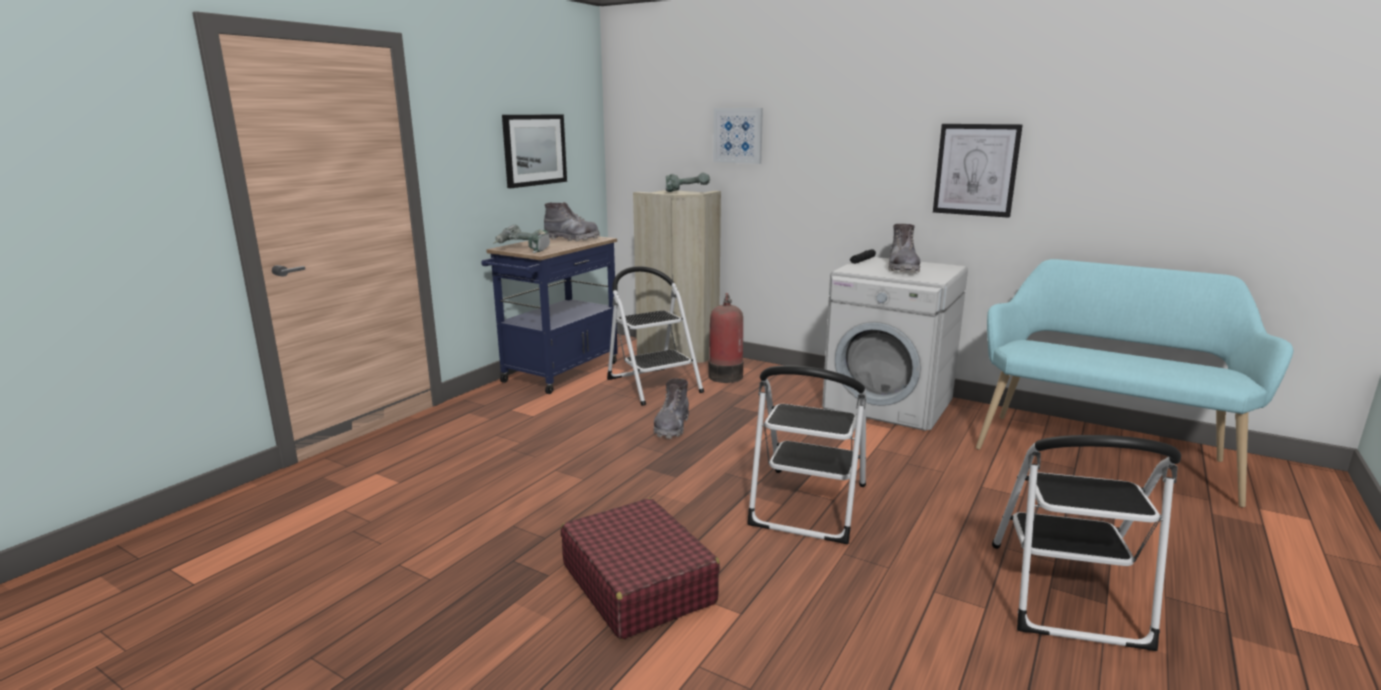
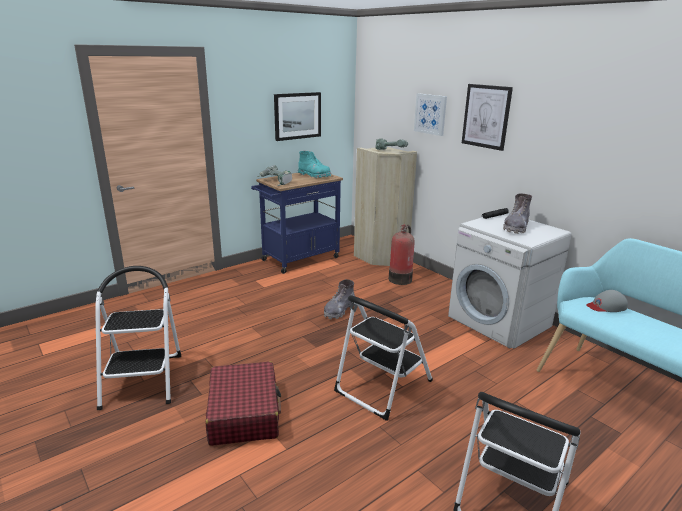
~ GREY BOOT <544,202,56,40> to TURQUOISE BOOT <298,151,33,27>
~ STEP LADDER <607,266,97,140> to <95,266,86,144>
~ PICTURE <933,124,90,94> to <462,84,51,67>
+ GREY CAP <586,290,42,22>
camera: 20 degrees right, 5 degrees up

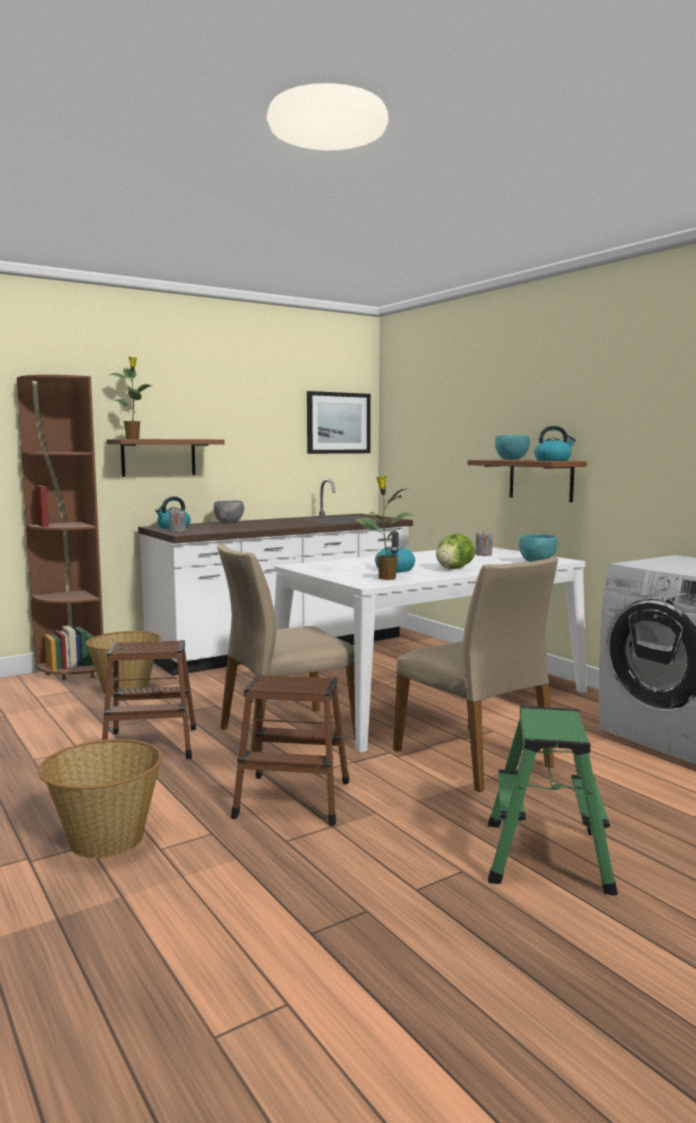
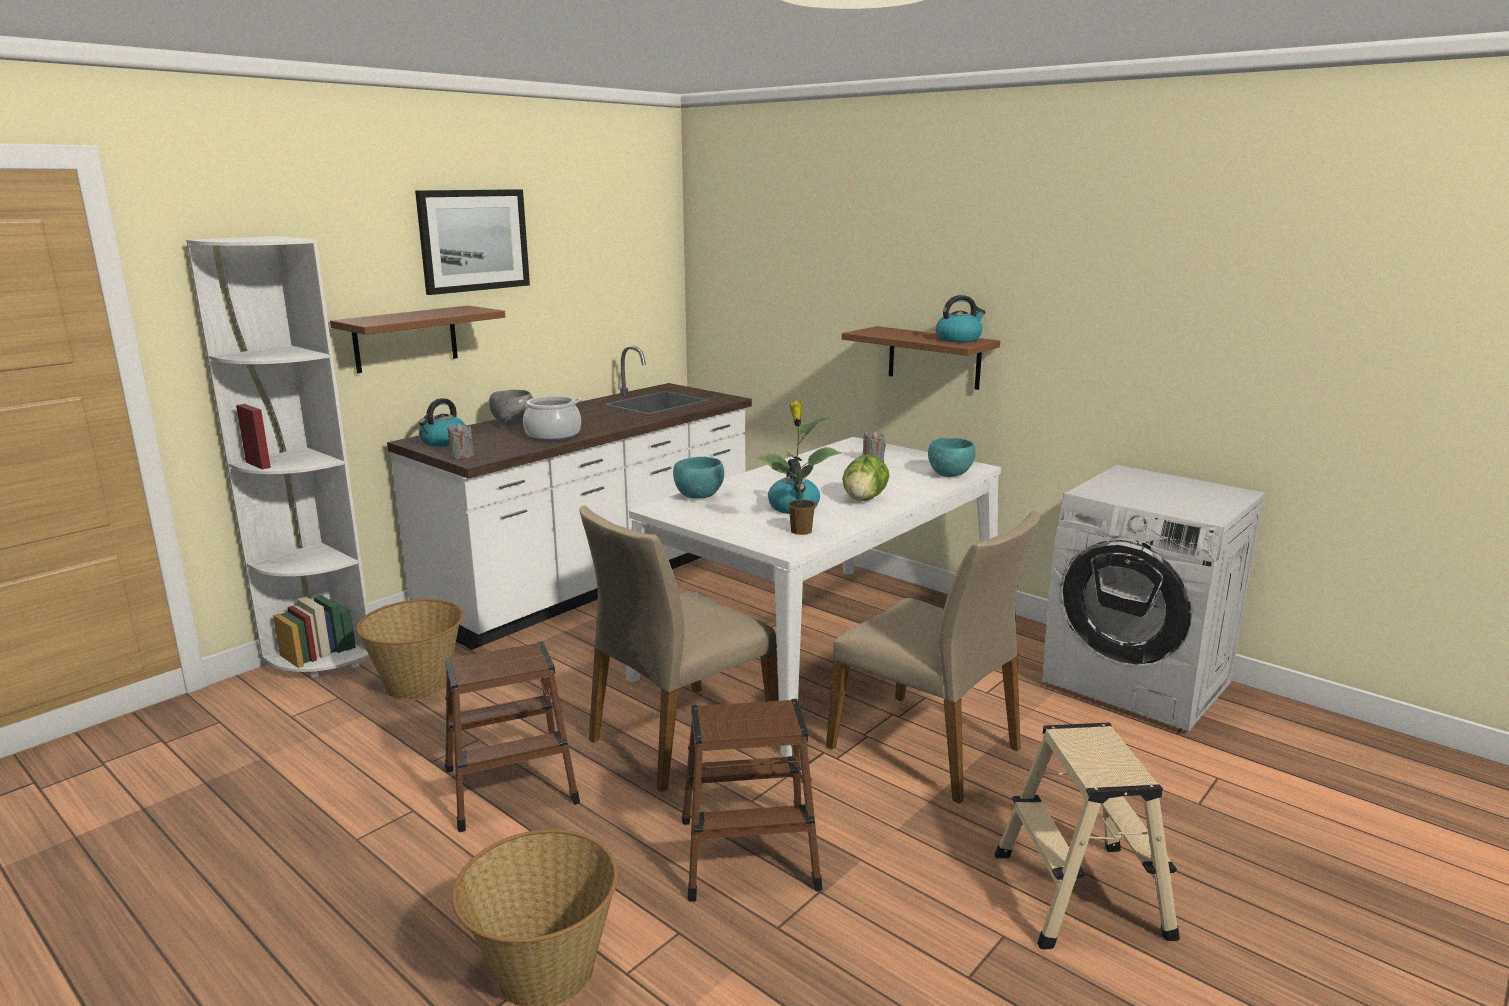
~ BROWN BOOKCASE <17,375,86,305> to WHITE BOOKCASE <186,236,184,441>
- POTTED PLANT <110,357,42,82>
~ PICTURE <307,391,64,63> to <415,189,115,106>
~ GREEN STEP LADDER <488,706,130,189> to BEIGE STEP LADDER <995,723,185,227>
~ TURQUOISE BOWL <495,435,35,25> to <673,457,51,42>
+ COOKING POT <519,396,64,45>
camera: 15 degrees left, 10 degrees up

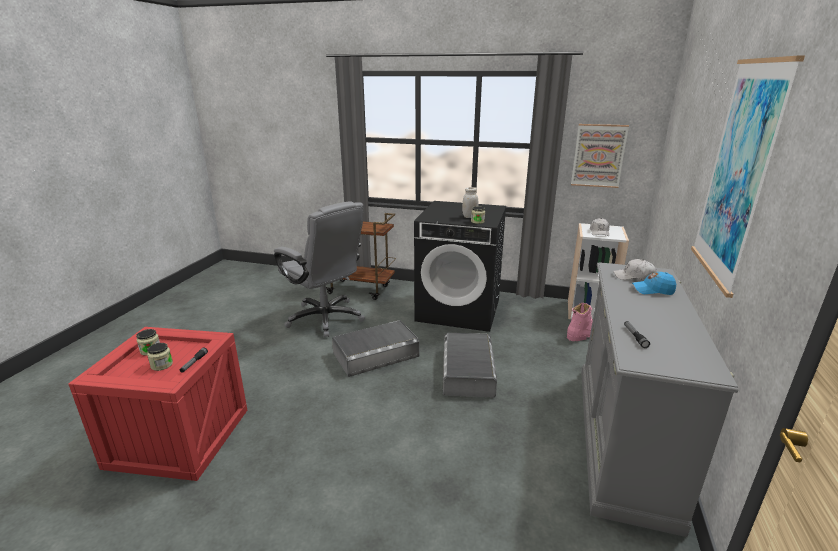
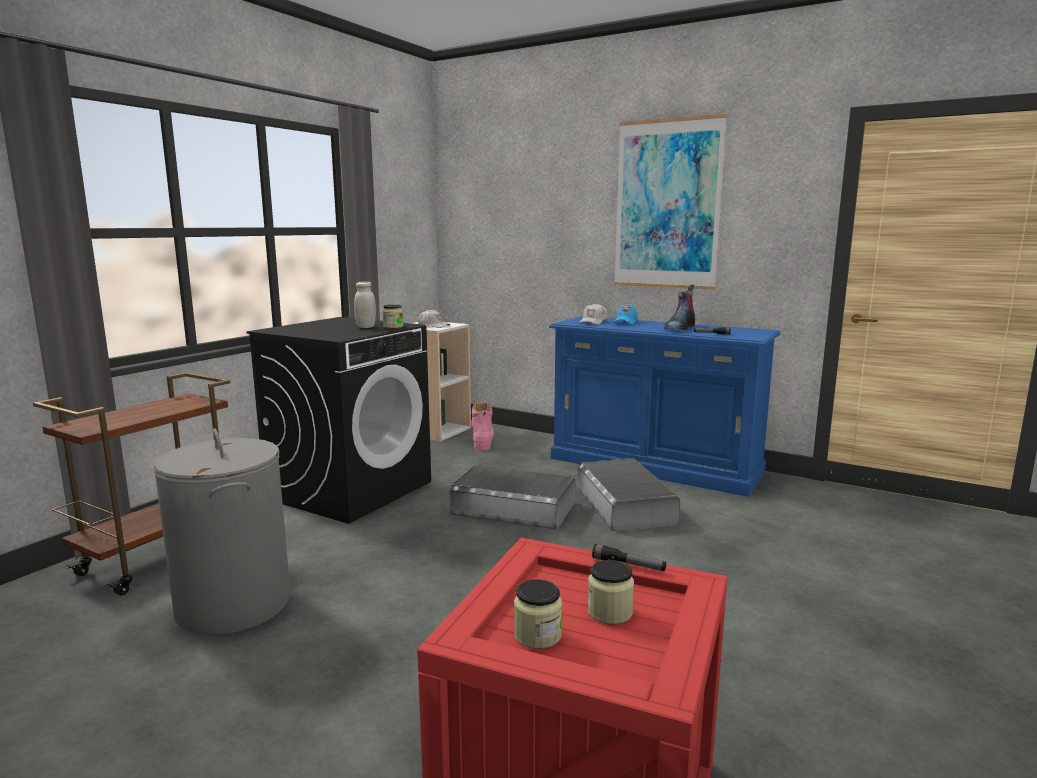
~ GREY OFFICE CHAIR <274,202,91,136> to GREY LAUNDRY BASKET <154,428,137,207>
~ GREY STORAGE BOX <332,320,87,57> to <578,458,102,73>
- PICTURE <571,124,58,64>
~ GREY CABINET <581,262,157,275> to BLUE CABINET <549,316,231,181>
+ BOOT <664,285,31,45>
camera: 75 degrees left, 10 degrees down

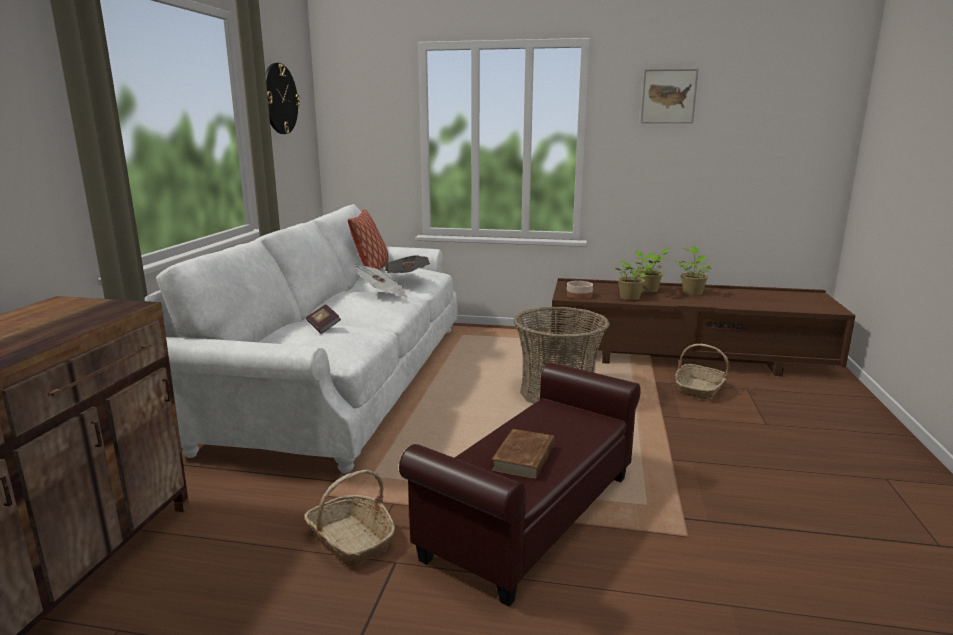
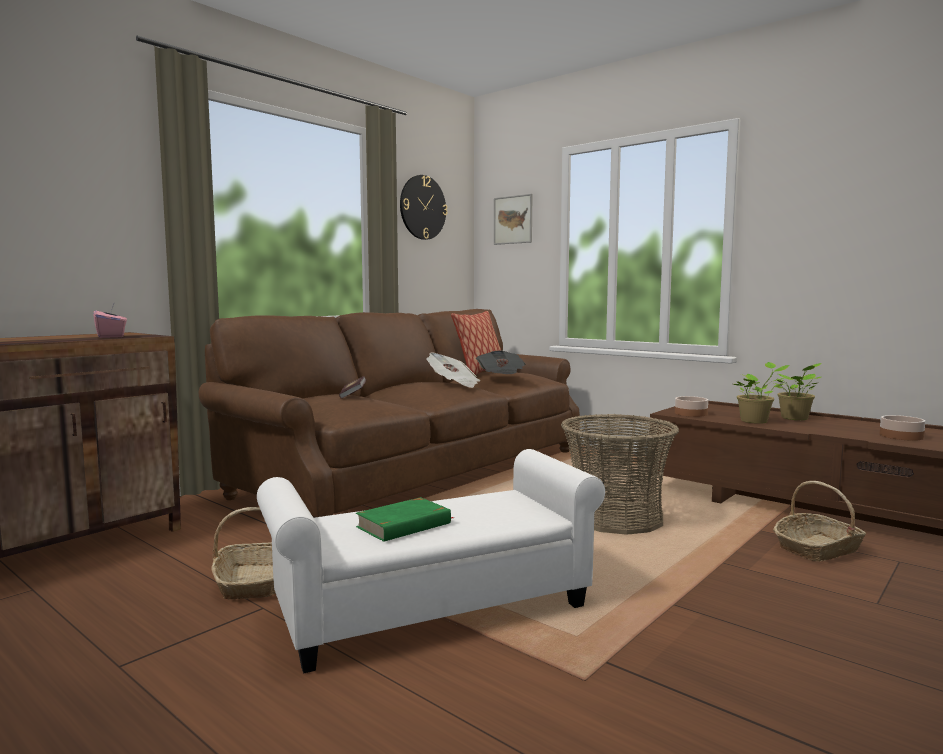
~ WHITE SOFA <145,204,313,269> to BROWN SOFA <199,309,381,209>
~ BROWN OTTOMAN <399,362,242,245> to WHITE OTTOMAN <257,449,348,224>
~ BROWN BOOK <491,429,64,51> to GREEN BOOK <356,497,97,45>
~ PICTURE <641,69,57,54> to <494,194,39,51>
- POTTED PLANT <676,246,37,50>
+ PINK TISSUE BOX <93,303,34,35>
+ BOWL <880,415,45,26>
camera: 30 degrees right, 10 degrees down

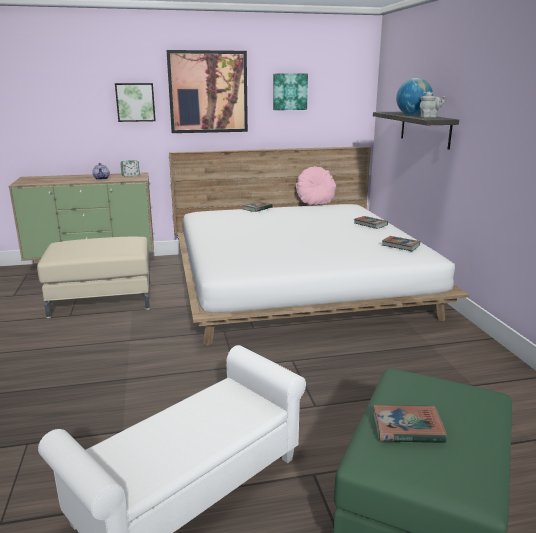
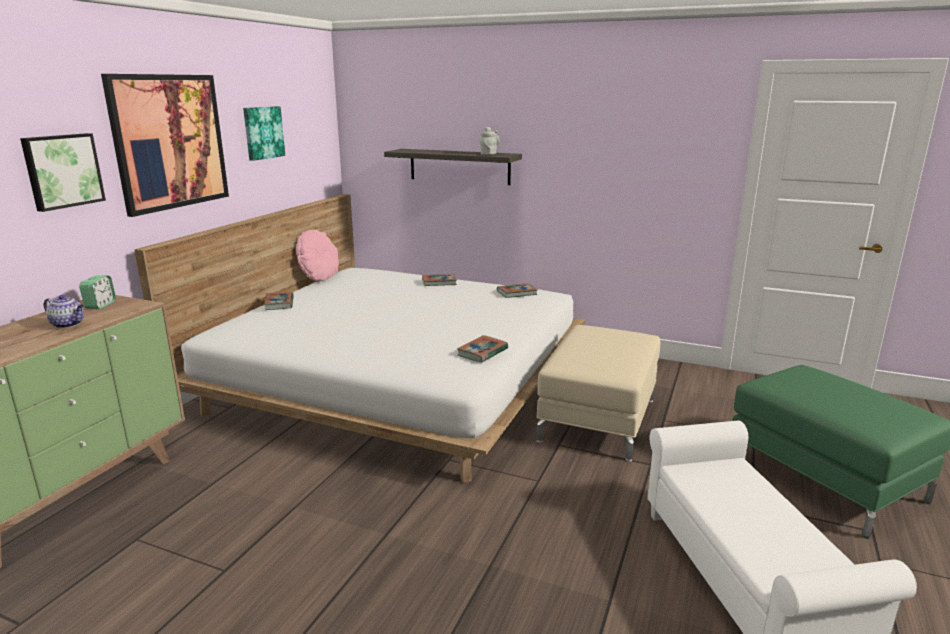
~ BEIGE OTTOMAN <37,237,113,81> to <537,325,124,137>
~ BOOK <373,405,74,38> to <457,335,51,28>
- GLOBE <396,78,37,38>
camera: 55 degrees left, 0 degrees up

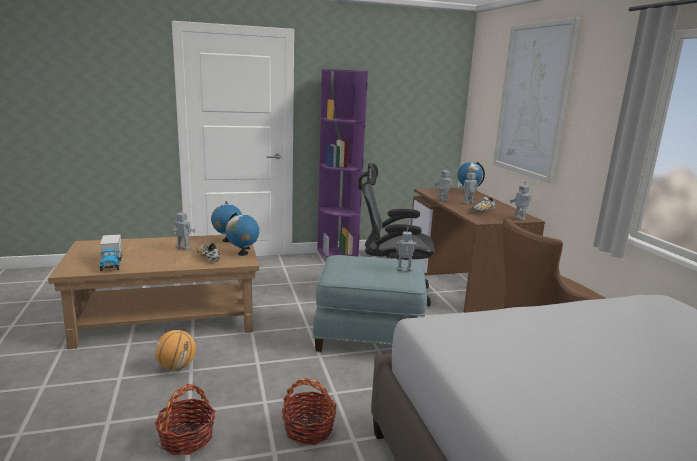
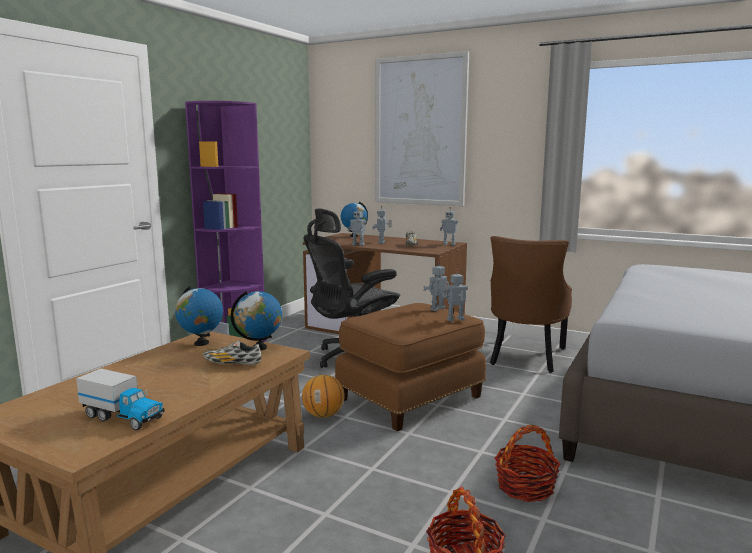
~ BASKETBALL <155,330,41,40> to <302,375,43,43>
~ TOY ROBOT <174,209,21,41> to <442,269,26,53>
~ BLUE OTTOMAN <312,255,115,97> to BROWN OTTOMAN <335,303,151,128>
camera: 45 degrees left, 5 degrees down

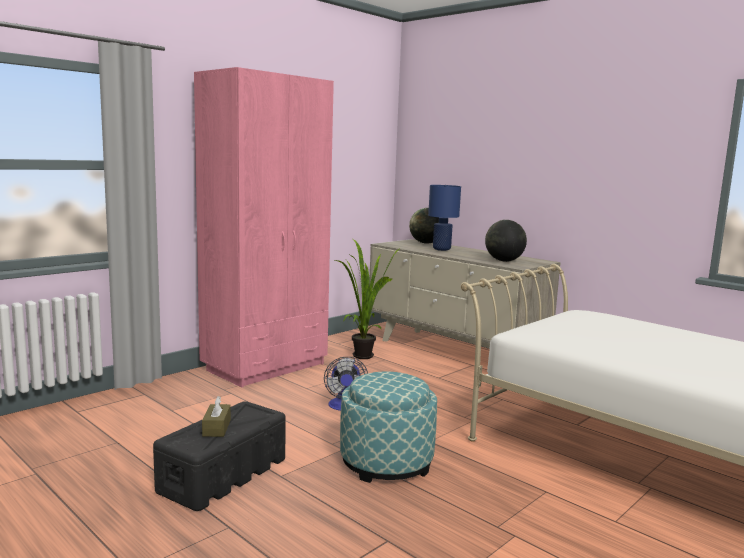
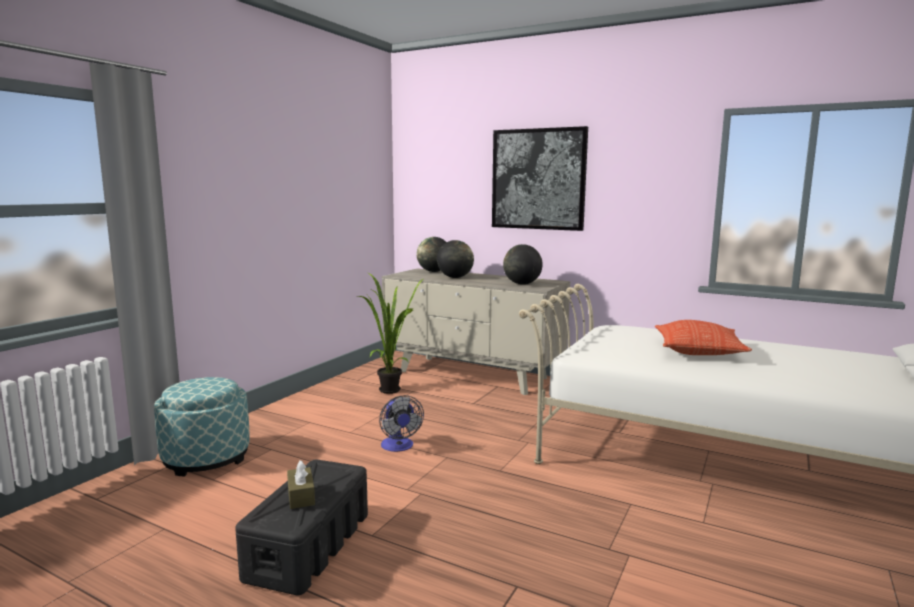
- PINK WARDROBE <194,67,140,320>
~ OTTOMAN <340,372,97,111> to <154,377,96,100>
~ BLUE TABLE LAMP <428,185,33,66> to GLOBE <437,240,37,38>
+ PICTURE <492,126,96,105>
+ ORANGE PILLOW <655,320,97,35>
camera: 15 degrees left, 0 degrees up

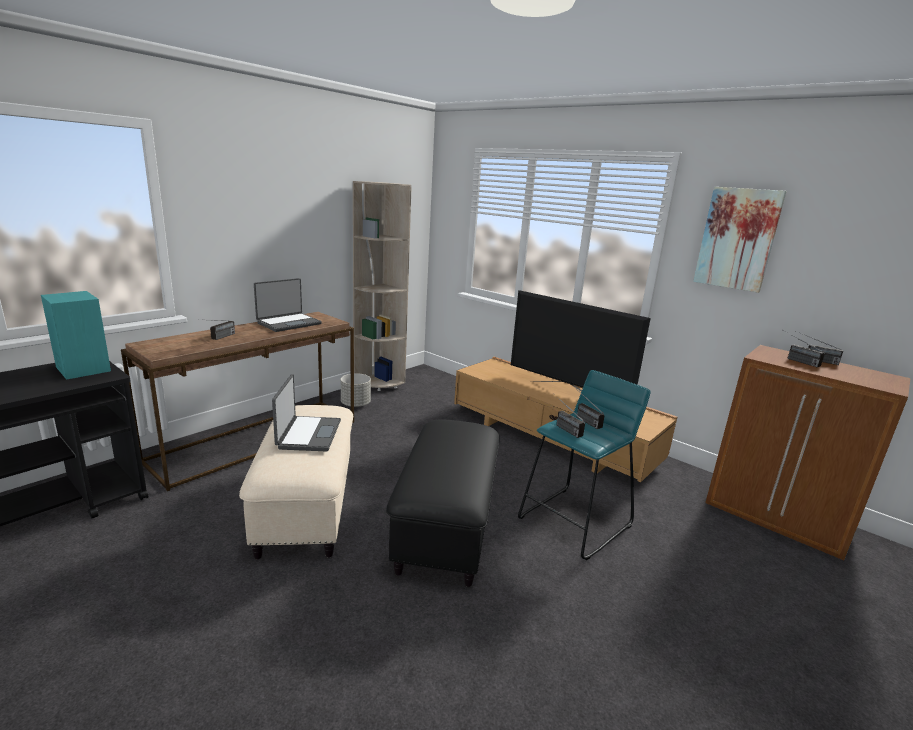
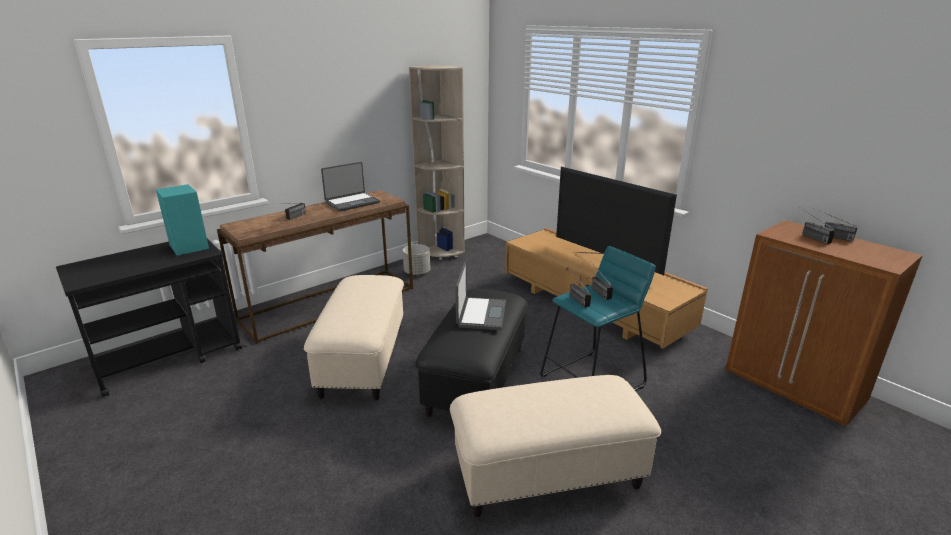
~ LAPTOP <272,374,69,77> to <455,261,51,69>
- PICTURE <693,187,93,106>
+ BEIGE OTTOMAN <450,375,211,142>
camera: 10 degrees right, 5 degrees up

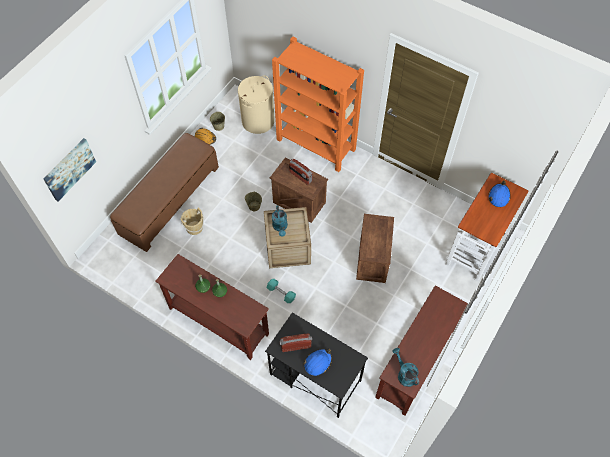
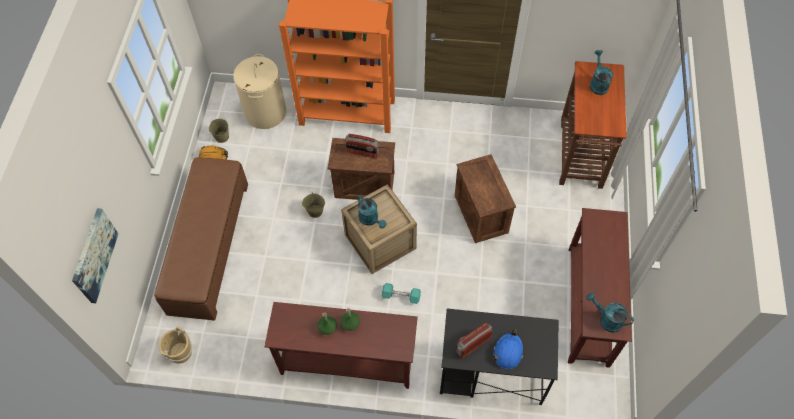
~ BEIGE BUCKET <180,208,24,27> to <159,326,33,38>
~ WHITE CART <445,173,83,109> to BROWN CART <559,61,68,128>
~ BLUE HARD HAT <488,180,23,27> to TURQUOISE WATERING CAN <590,50,24,45>
camera: 25 degrees left, 0 degrees up

